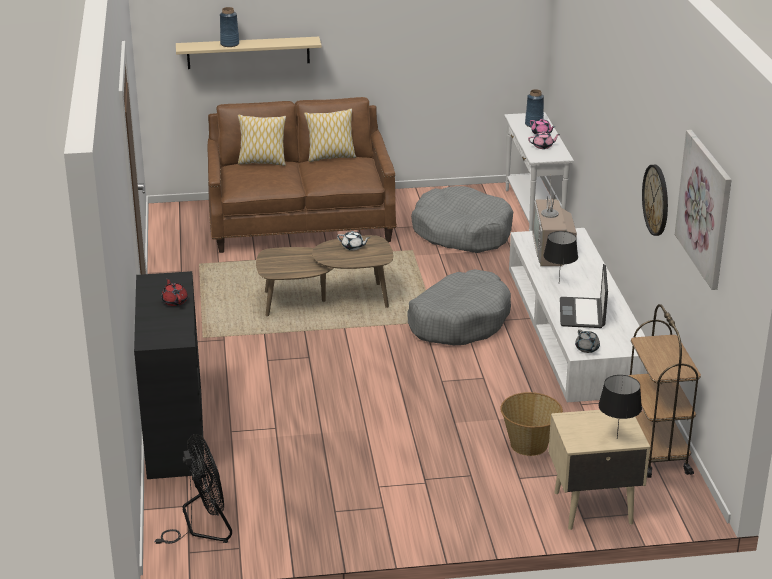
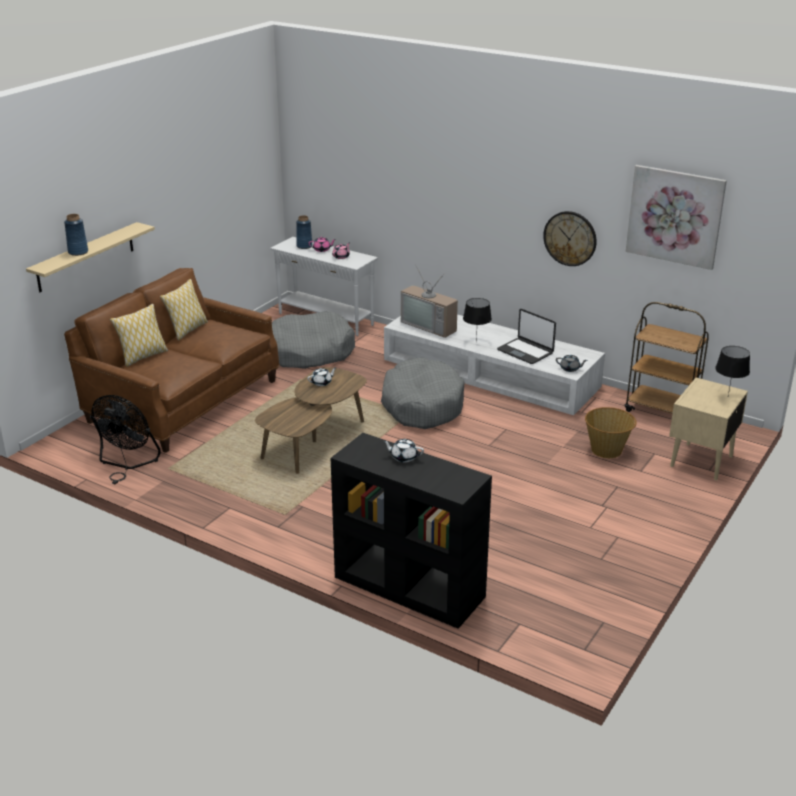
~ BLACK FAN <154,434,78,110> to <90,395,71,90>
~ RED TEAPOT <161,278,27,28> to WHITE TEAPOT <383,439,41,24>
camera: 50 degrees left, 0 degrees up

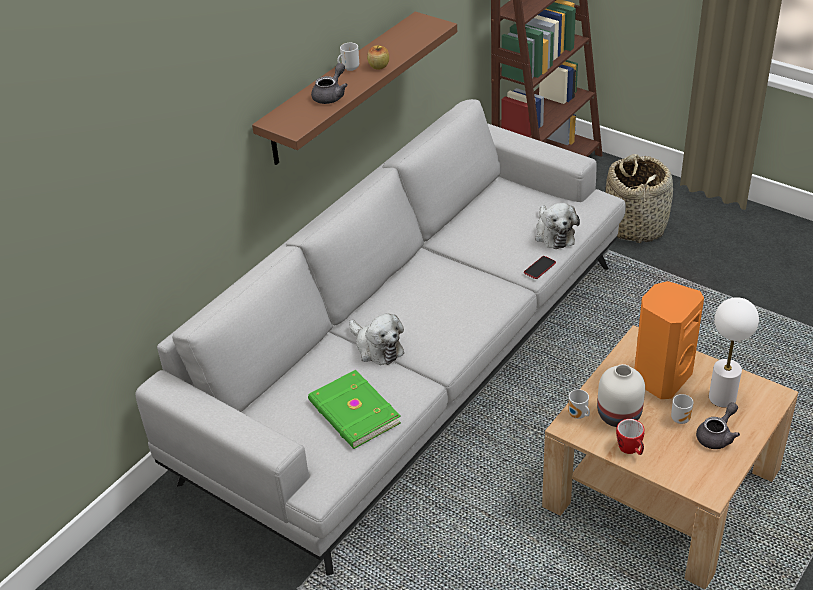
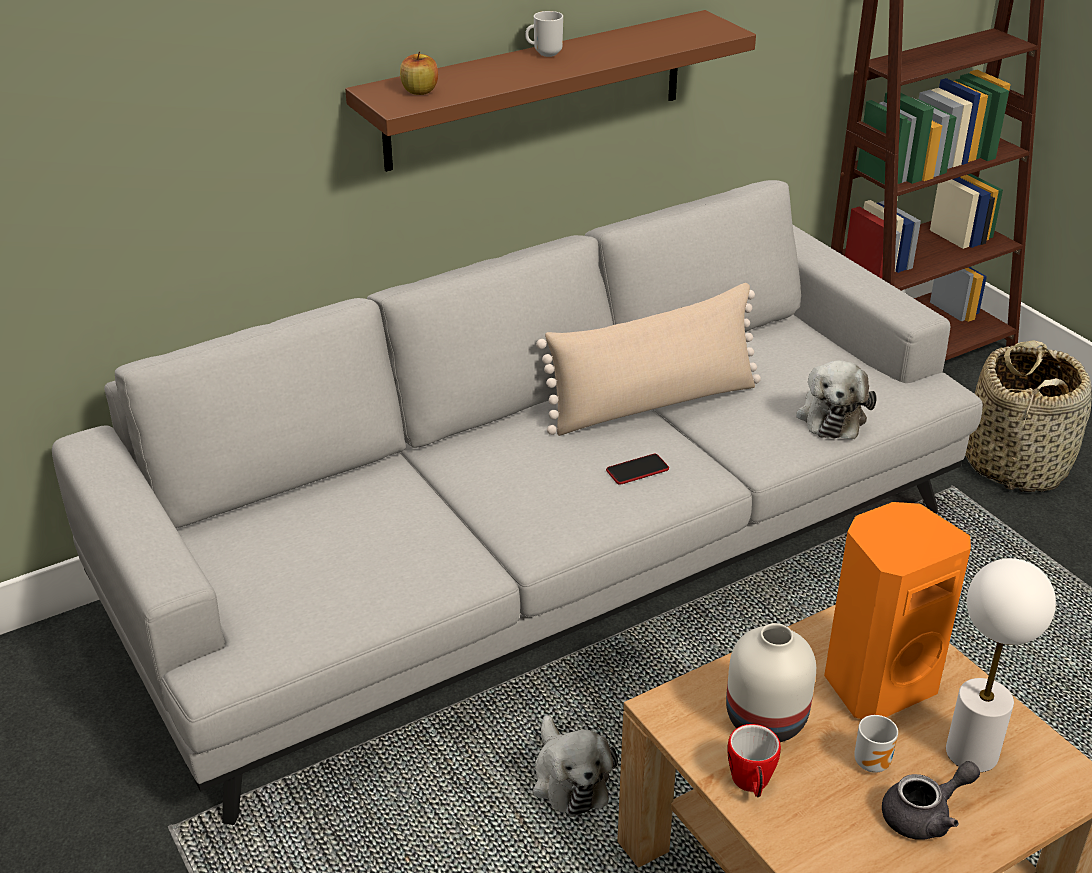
- GREEN BOOK <308,370,93,79>
- GREY TEAPOT <311,63,37,41>
~ PLUSH TOY <349,313,55,52> to <533,715,85,102>
~ APPLE <367,45,22,24> to <400,51,38,44>
~ PHONE <524,256,32,23> to <606,454,63,31>
- MUG <568,389,22,30>
+ BEIGE PILLOW <536,283,225,153>
camera: 20 degrees right, 5 degrees down

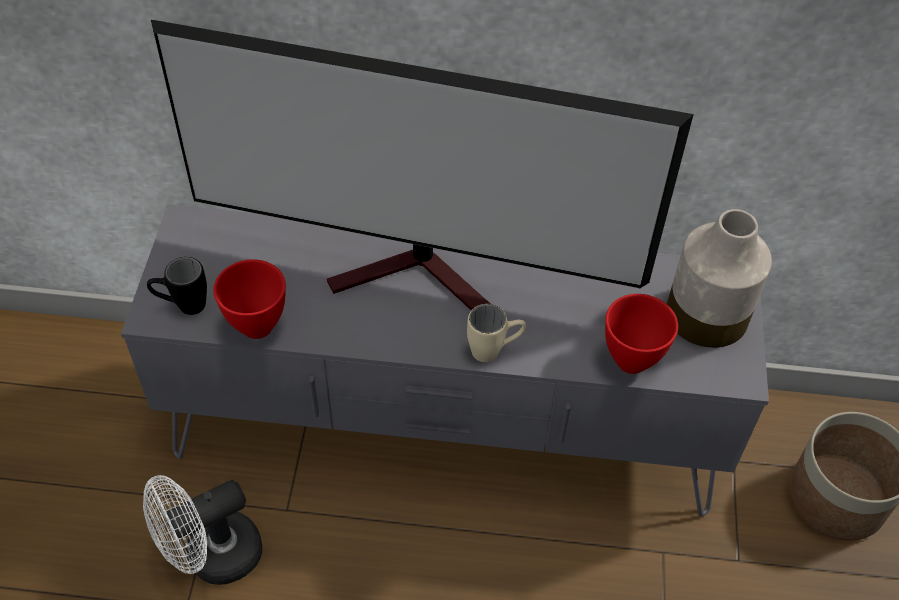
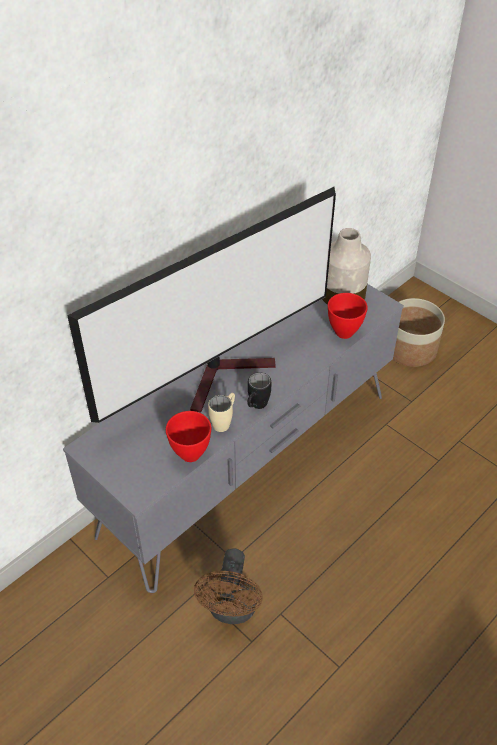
~ WHITE FAN <143,475,119,110> to BROWN FAN <194,548,69,76>
~ BLACK MUG <147,257,60,58> to <247,372,24,37>
~ BEIGE MUG <467,304,59,58> to <208,393,27,39>
camera: 50 degrees left, 5 degrees down

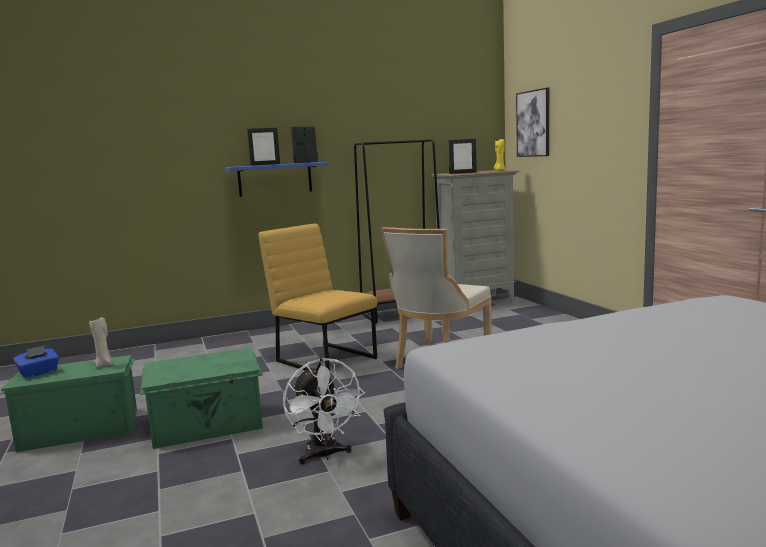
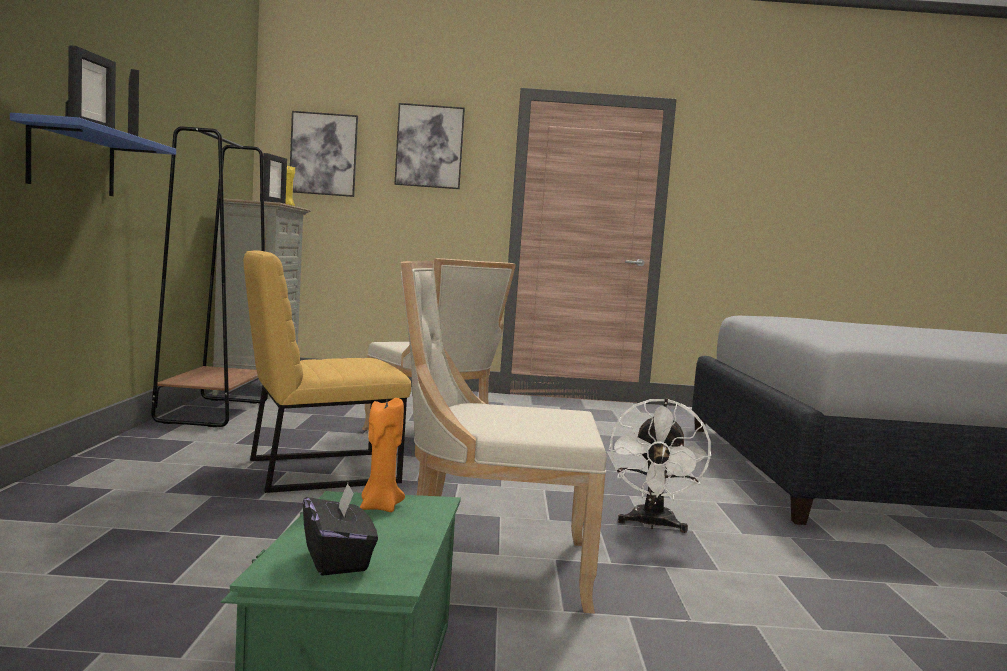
~ BLUE TISSUE BOX <13,346,46,32> to BLACK TISSUE BOX <303,483,75,93>
~ BEIGE CANDLE <89,318,23,50> to ORANGE CANDLE <360,398,45,114>
~ GREEN STORAGE BOX <140,347,123,102> to BEIGE CHAIR <400,261,207,353>
~ WHITE FAN <283,358,82,106> = <608,398,103,135> 105 degrees clockwise
+ PICTURE <394,103,71,86>
camera: 70 degrees left, 5 degrees down

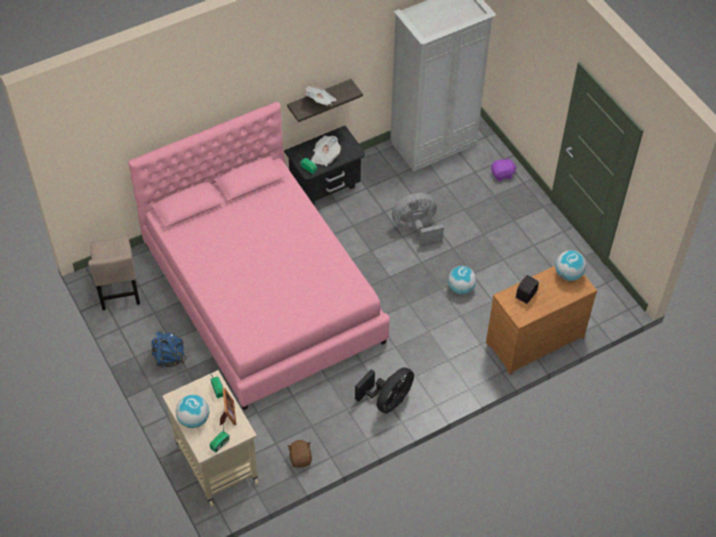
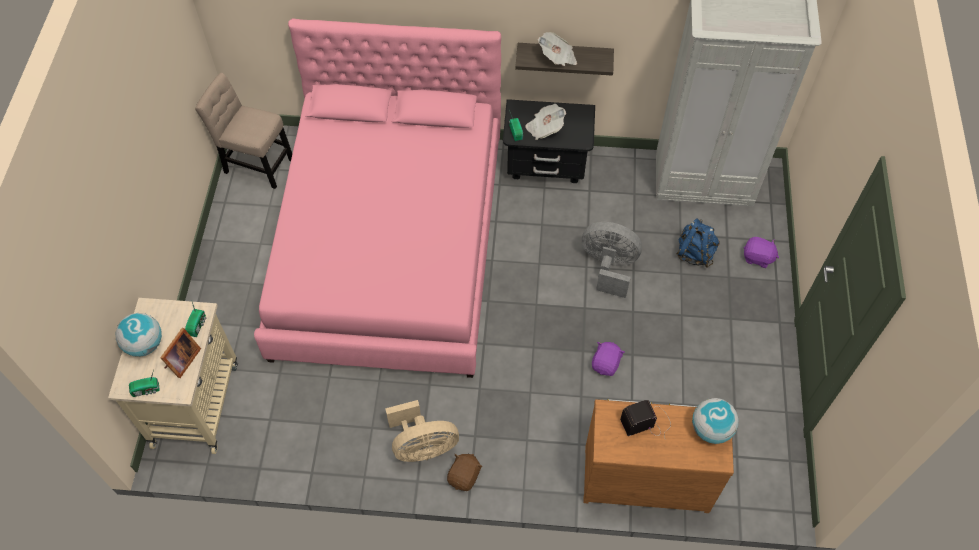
~ BEIGE CHAIR <88,236,52,74> = <195,73,97,116> 90 degrees clockwise
~ BLUE BACKPACK <151,330,35,38> to <677,218,43,50>
~ BROWN PLUSH TOY <287,440,25,28> to <447,453,35,38>
~ BLACK FAN <355,367,59,46> to BEIGE FAN <385,400,74,62>
~ GLOBE <448,266,28,28> to PURPLE PLUSH TOY <592,342,33,34>
camera: 35 degrees right, 5 degrees up

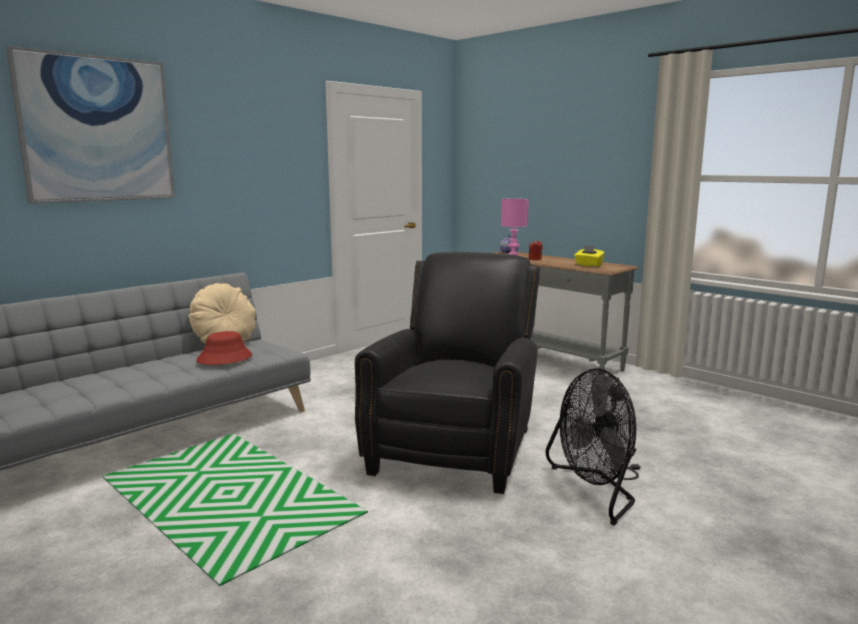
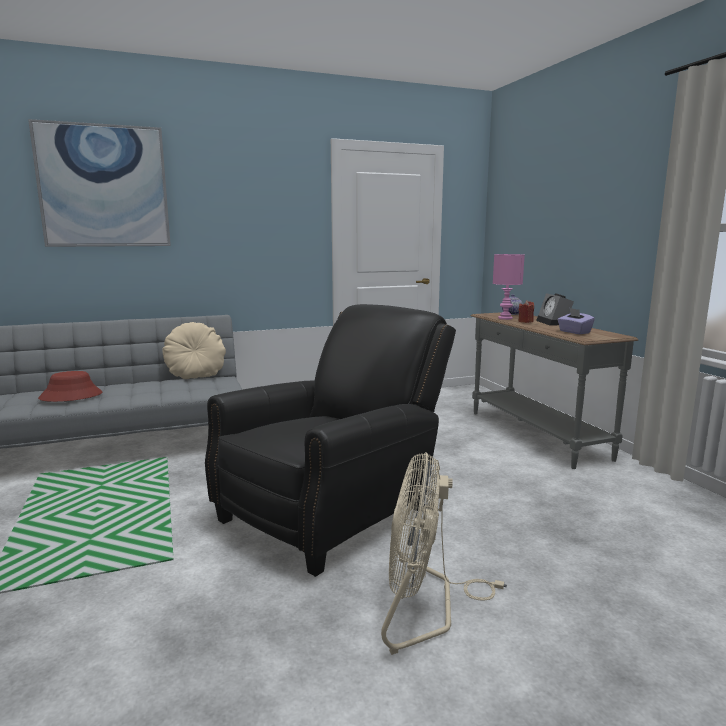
~ RED HAT <196,331,56,34> to <38,371,64,31>
~ BLACK FAN <546,368,95,158> to BEIGE FAN <381,452,126,203>
~ YELLOW TISSUE BOX <574,245,31,22> to PURPLE TISSUE BOX <557,308,38,26>
+ ALARM CLOCK <536,293,38,33>
camera: 25 degrees right, 0 degrees up

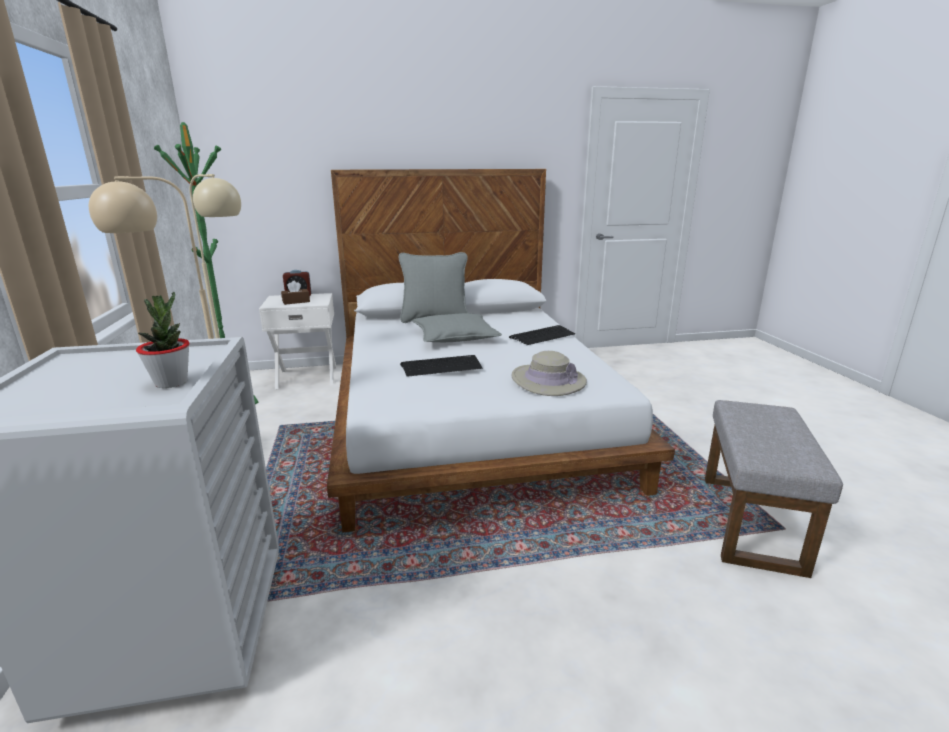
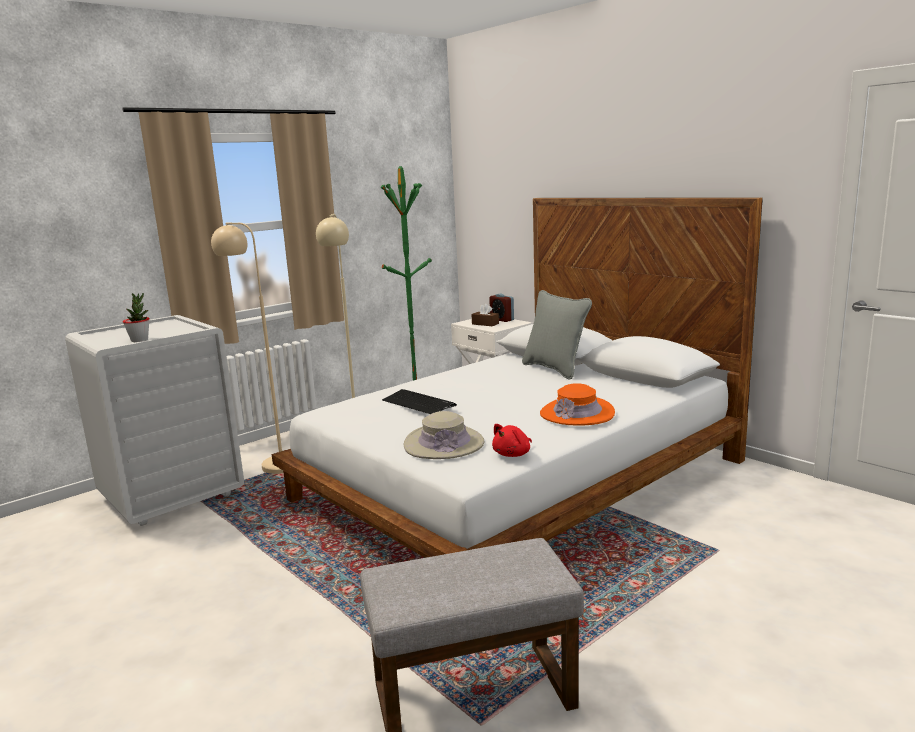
- GREY PILLOW <412,313,90,29>
~ KEYBOARD <509,325,66,20> to ORANGE HAT <540,383,75,43>
+ RED PLUSH TOY <492,424,40,33>
camera: 60 degrees right, 5 degrees down

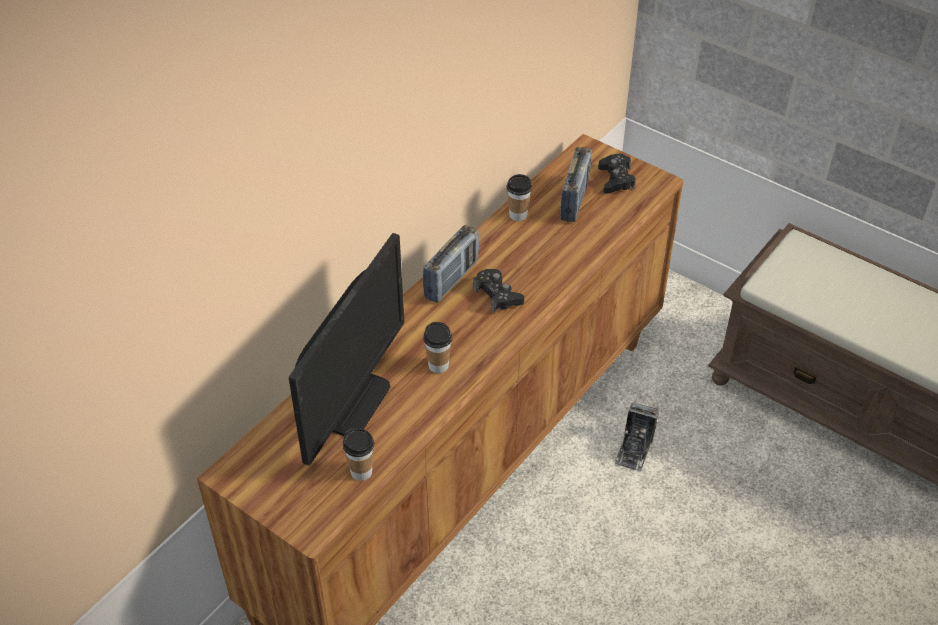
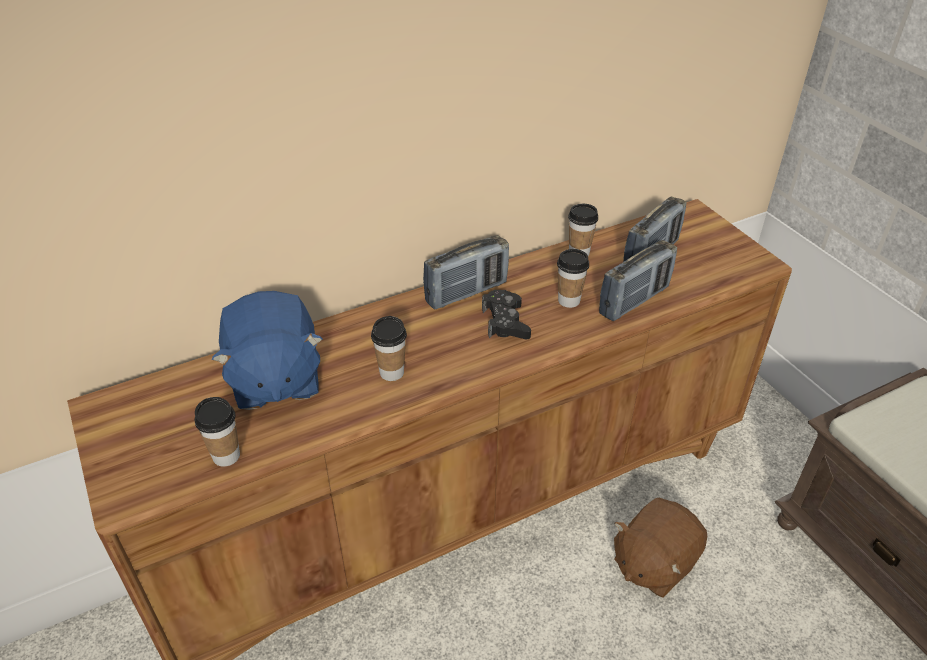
~ MONITOR <289,233,115,233> to BLUE PLUSH TOY <212,291,111,119>
- BLACK GAME CONTROLLER <598,154,38,40>
~ PHOTO CAMERA <614,402,45,70> to BROWN PLUSH TOY <614,498,93,100>
+ CUP <557,249,32,59>
+ RADIO <599,240,78,81>
camera: 25 degrees right, 5 degrees down

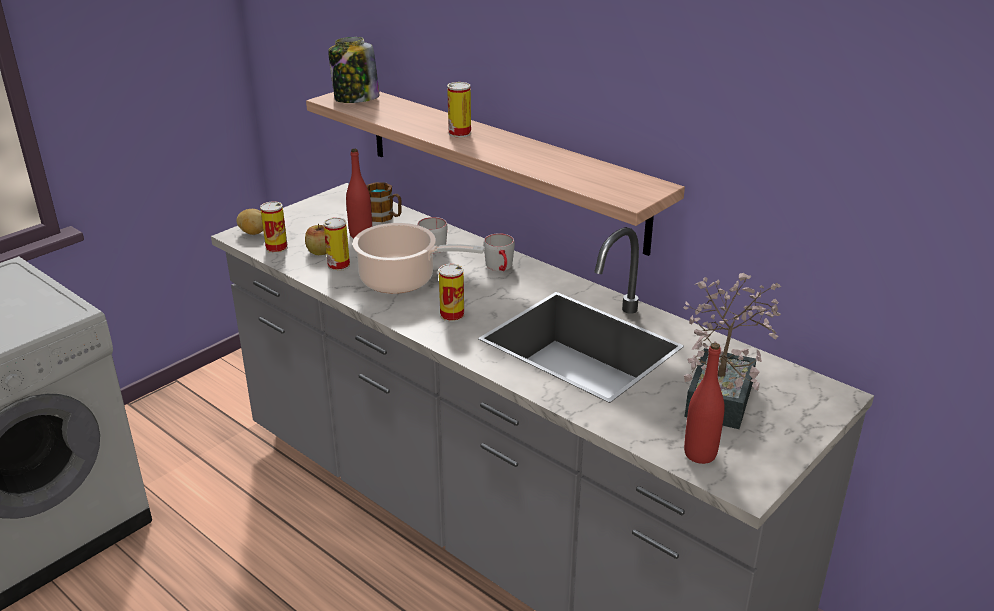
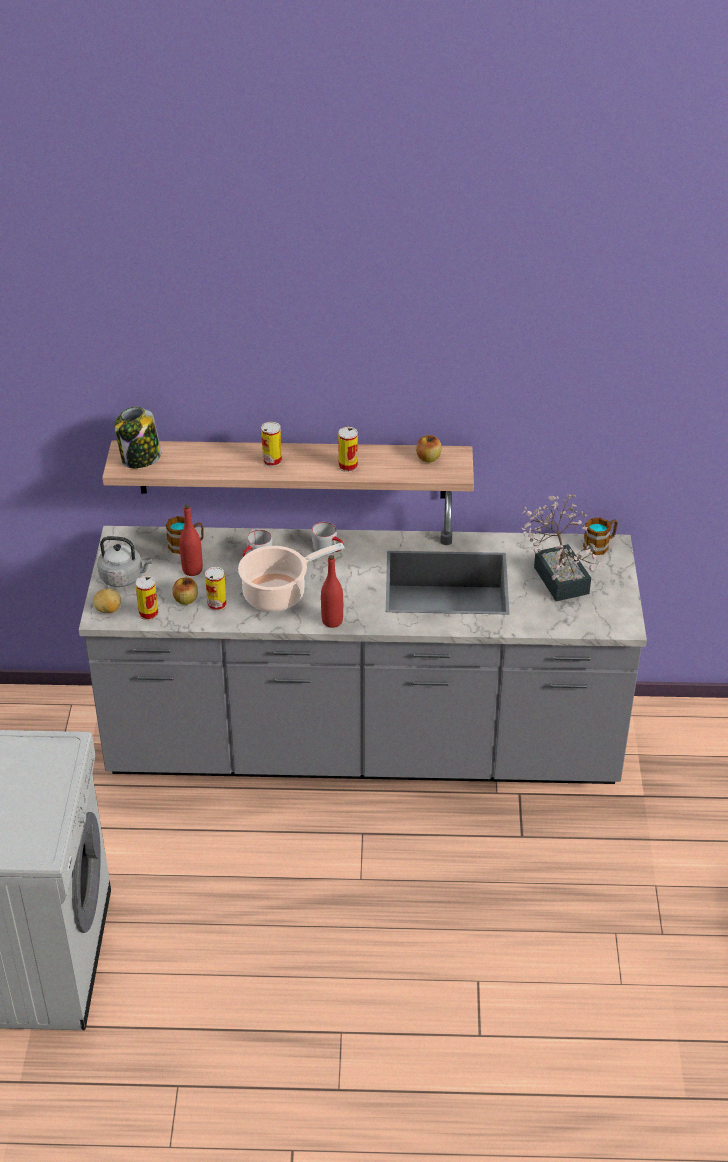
~ CAN <439,264,25,58> to <338,427,20,45>
~ RED BOTTLE <684,343,41,121> to <321,555,22,73>
+ GREY KETTLE <98,536,54,51>
+ APPLE <416,435,25,28>
+ MUG <583,517,35,38>
camera: 40 degrees left, 10 degrees up

